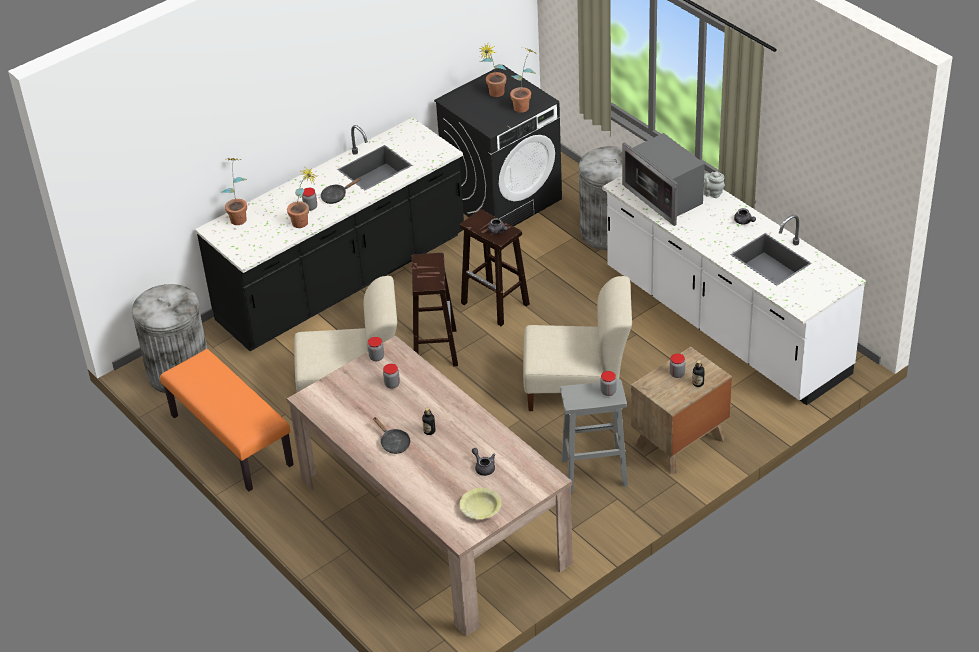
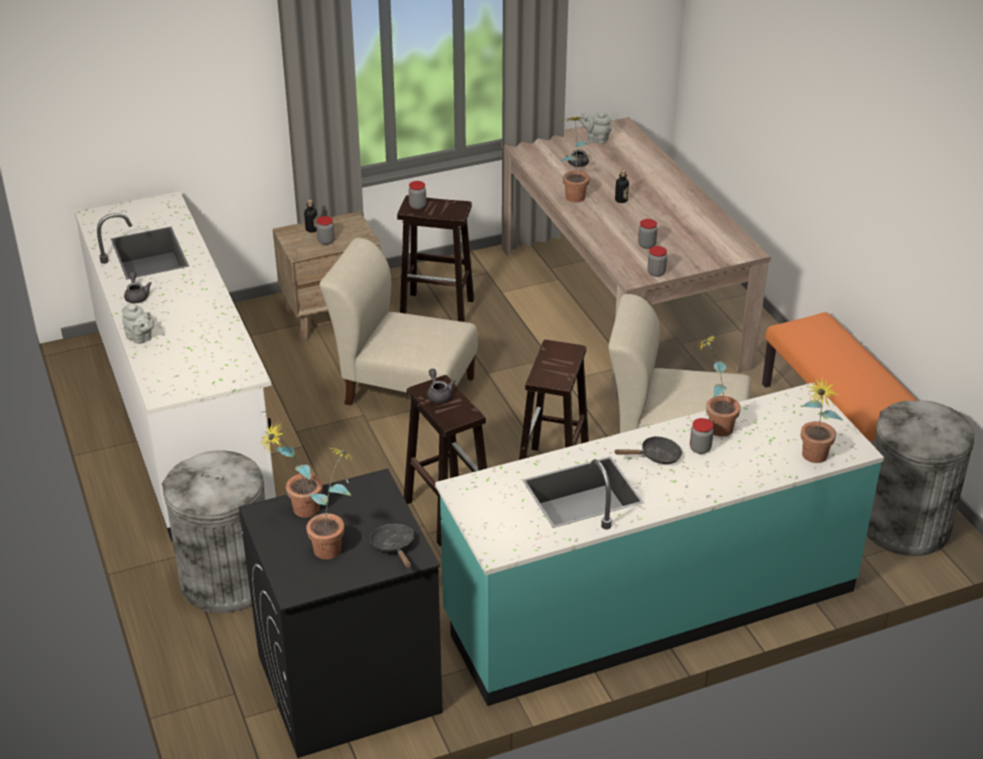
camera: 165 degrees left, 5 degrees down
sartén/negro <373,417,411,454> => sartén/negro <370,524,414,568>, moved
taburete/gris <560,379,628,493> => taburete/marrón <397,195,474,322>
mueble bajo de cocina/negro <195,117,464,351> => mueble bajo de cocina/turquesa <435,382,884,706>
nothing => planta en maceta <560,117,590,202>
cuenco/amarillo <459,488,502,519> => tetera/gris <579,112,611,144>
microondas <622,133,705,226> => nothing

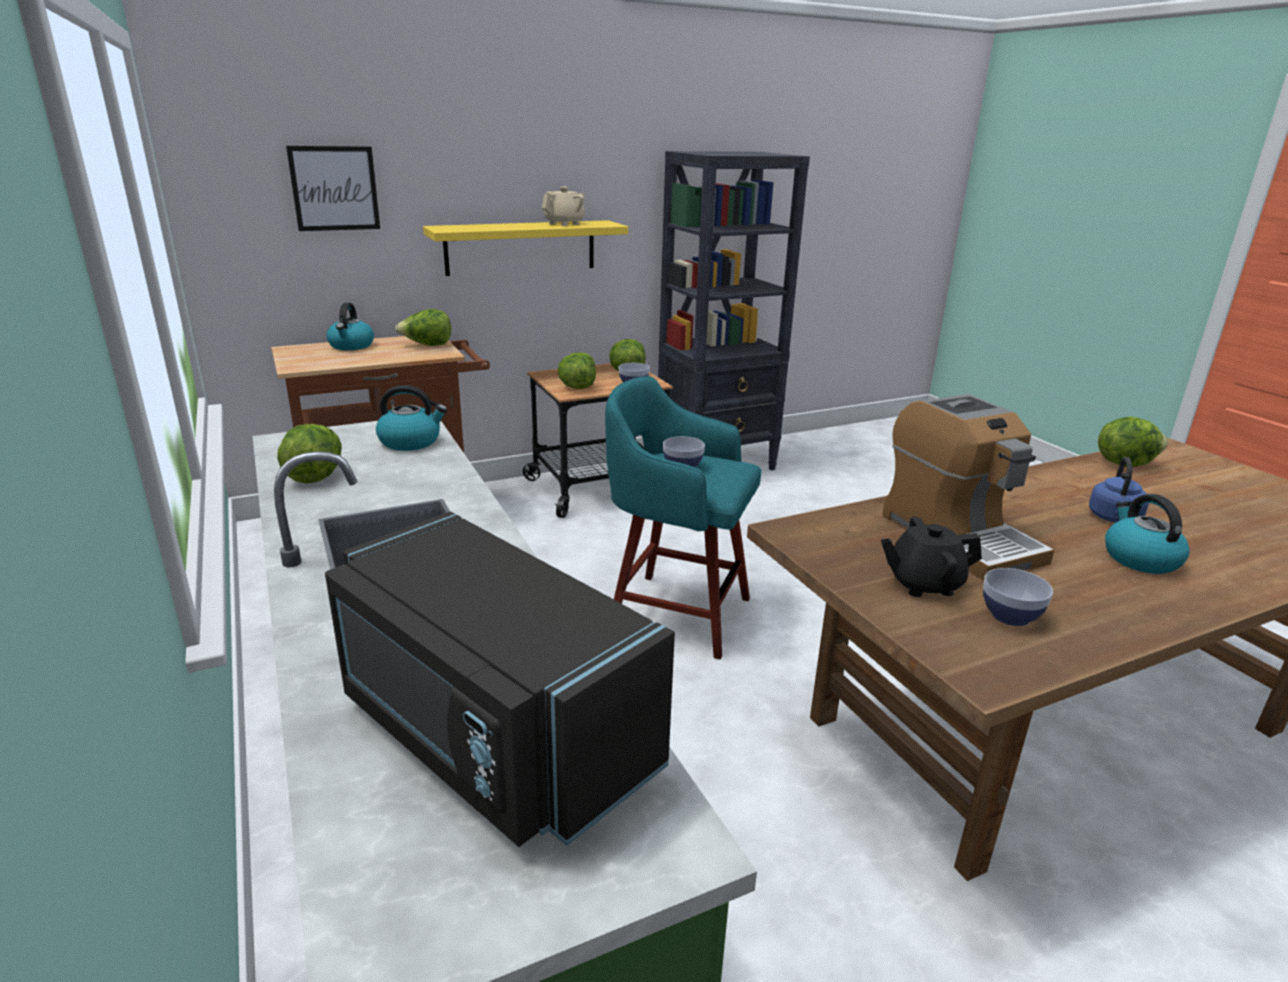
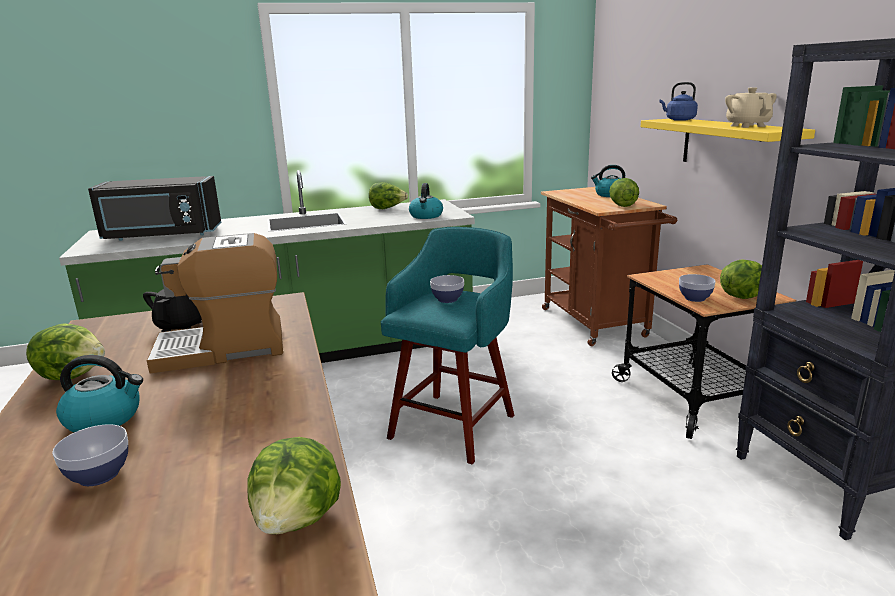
camera: 100 degrees right, 5 degrees down
lechuga <557,352,596,389> => lechuga <26,323,105,380>, moved
cuenco <983,568,1053,626> => cuenco <52,424,128,486>, moved
microondas/negro <325,512,675,847> => microondas/negro <88,176,221,241>, 150 degrees counterclockwise
hervidor/azul <1089,457,1149,523> => hervidor/azul <660,82,698,121>, moved
tetera/beis <542,187,585,226> => tetera/beis <725,87,777,128>, 150 degrees counterclockwise
cuadro <286,146,380,231> => nothing

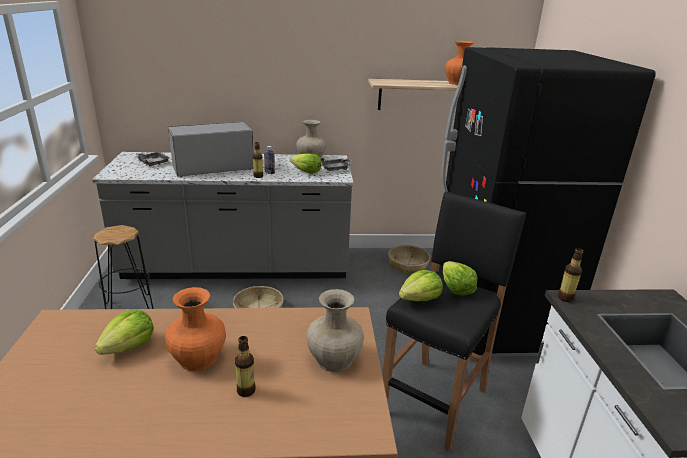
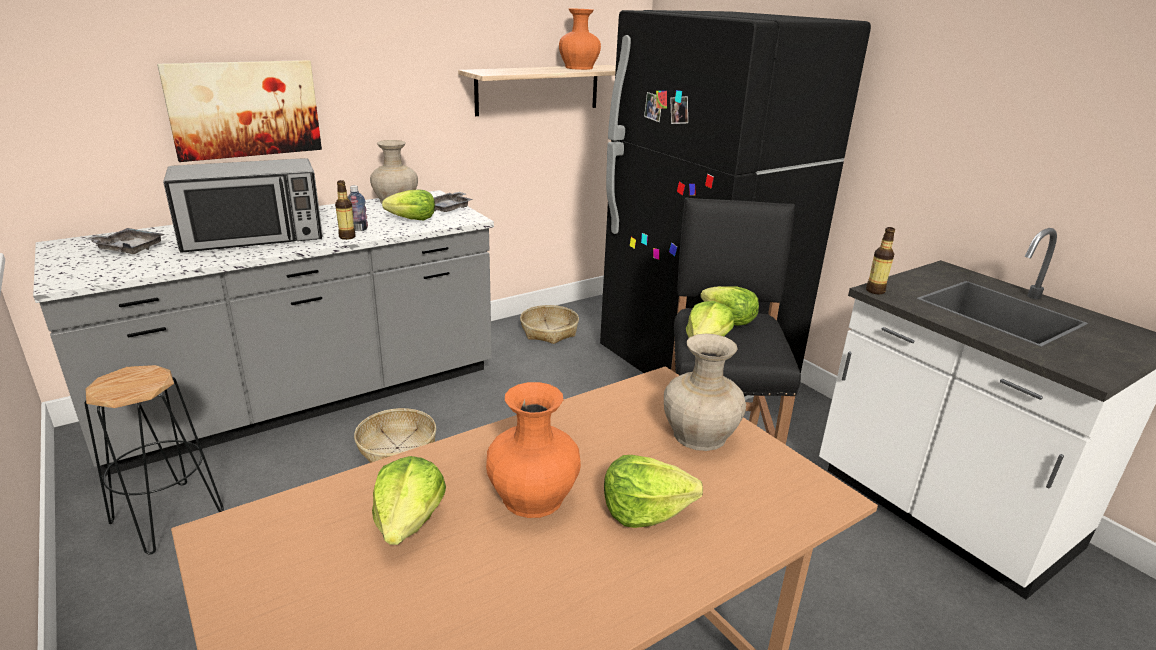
camera: 30 degrees left, 0 degrees up
nothing => cuadro <157,60,322,162>
microondas <168,122,254,177> => microondas <163,158,323,253>, 150 degrees counterclockwise
botella <235,336,256,397> => lechuga <604,455,703,528>

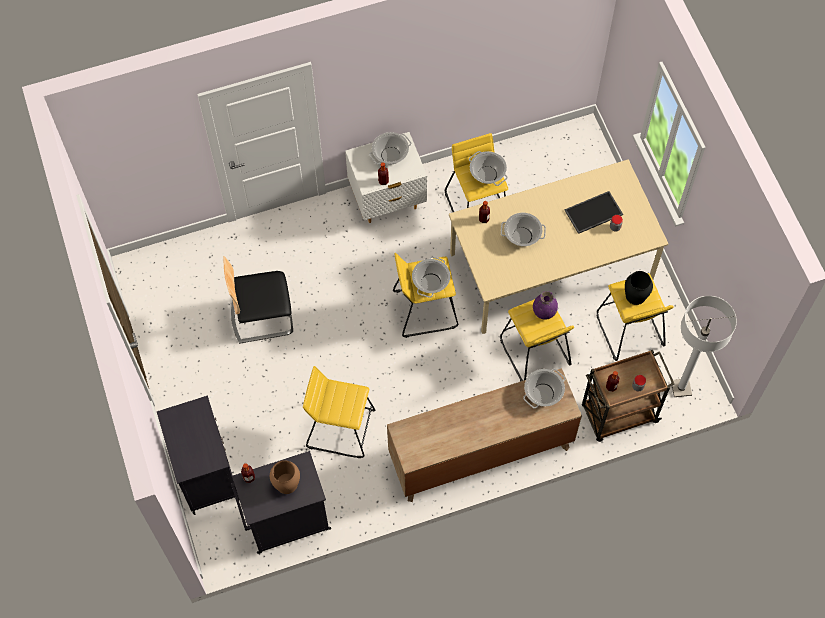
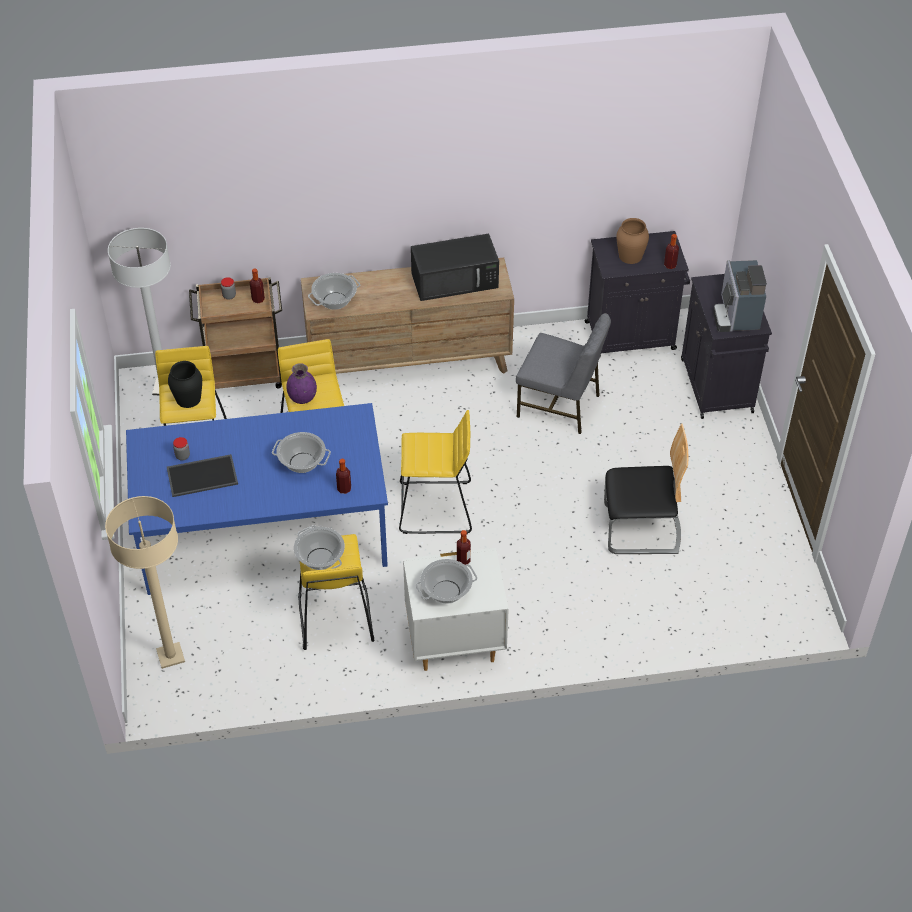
camera: 170 degrees left, 15 degrees down
nothing => lámpara de pie/beis <105,496,185,669>
mesa de comedor/beis <449,159,668,334> => mesa de comedor/azul <126,403,388,595>
nothing => microondas/negro <411,234,499,301>
taburete/amarillo <303,366,375,458> => silla/gris <516,313,611,434>
nothing => cafetera <713,260,767,332>
olla <412,256,450,298> => nothing

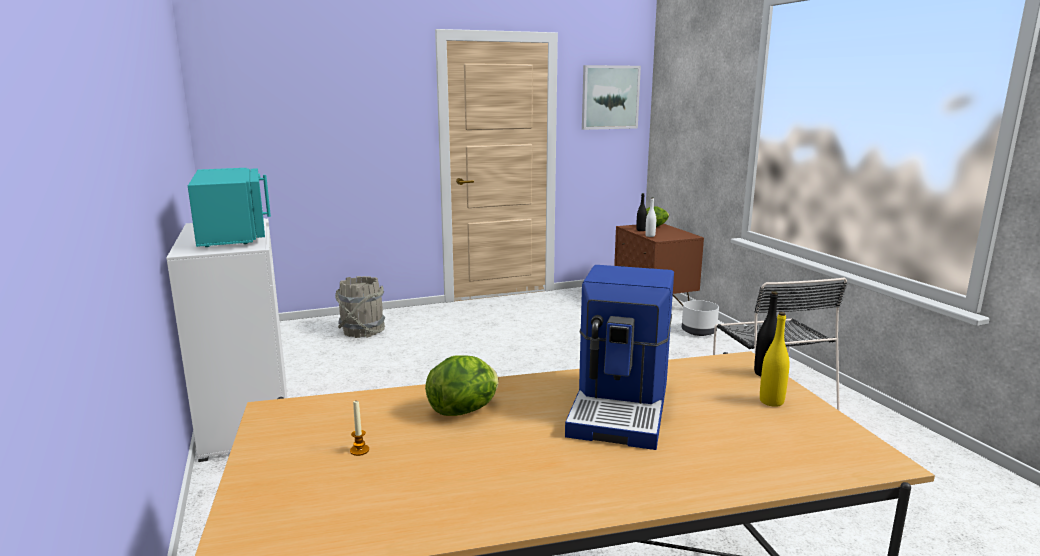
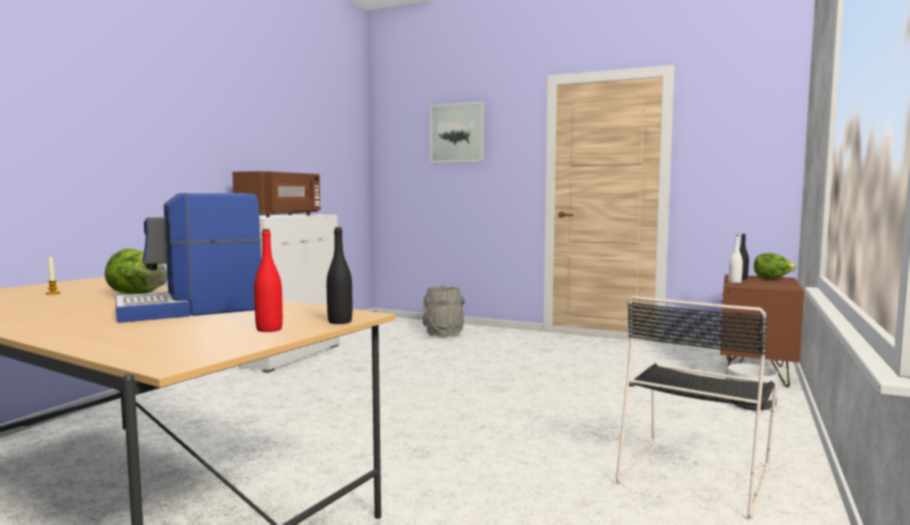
camera: 45 degrees right, 10 degrees down
microondas/turquesa <188,168,271,247> => microondas/marrón <232,171,320,217>
botella/amarillo <760,312,790,407> => botella/rojo <254,229,283,332>
cuadro <582,65,641,130> => cuadro <430,101,485,163>, moved

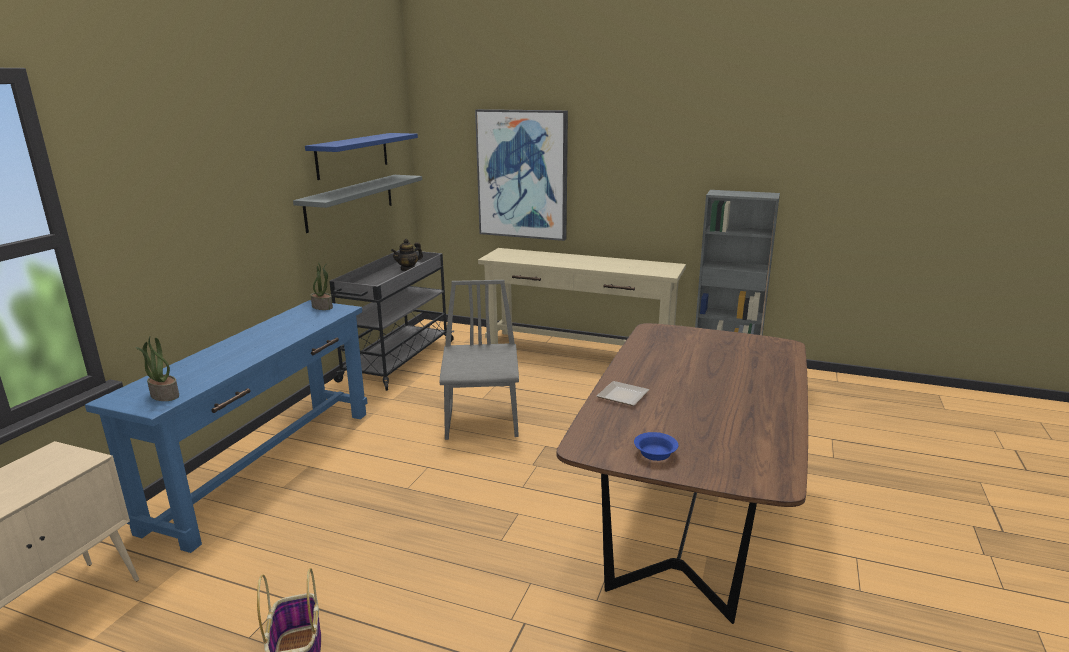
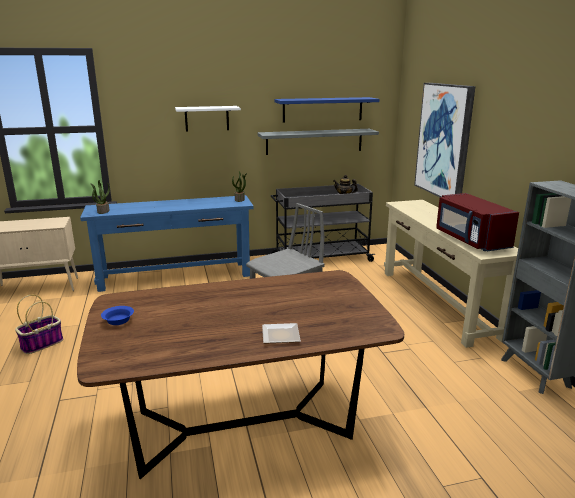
camera: 55 degrees right, 0 degrees up
nothing => estante/blanco <175,106,241,132>
plato <597,381,649,406> => plato <262,323,301,344>, moved
nothing => microondas/rojo <436,193,519,251>

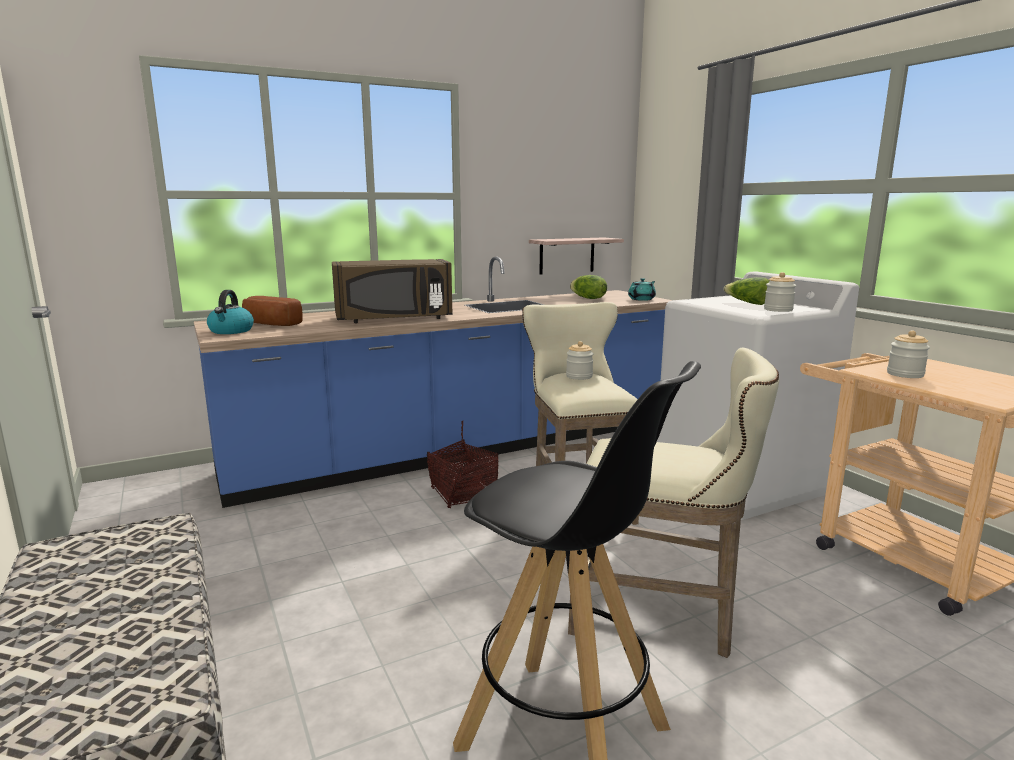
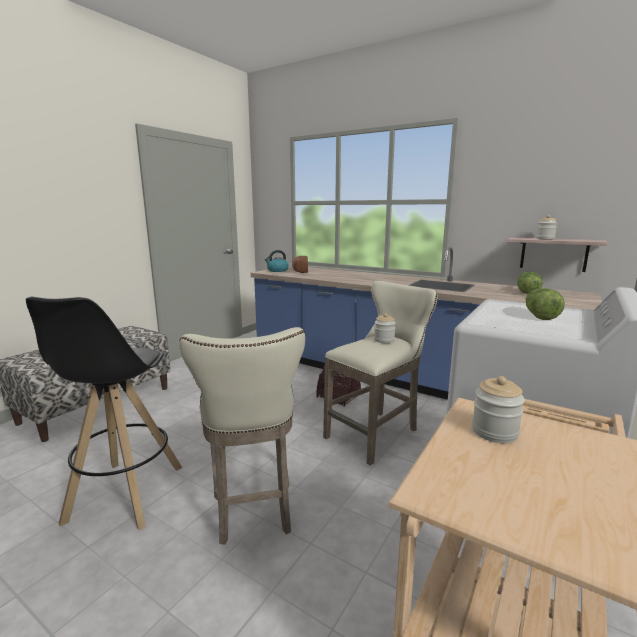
camera: 60 degrees right, 0 degrees up
tarro <764,272,796,312> => tarro <536,215,557,239>, moved
microondas/marrón <332,259,453,323> => nothing
tetera/turquesa <628,278,656,301> => nothing

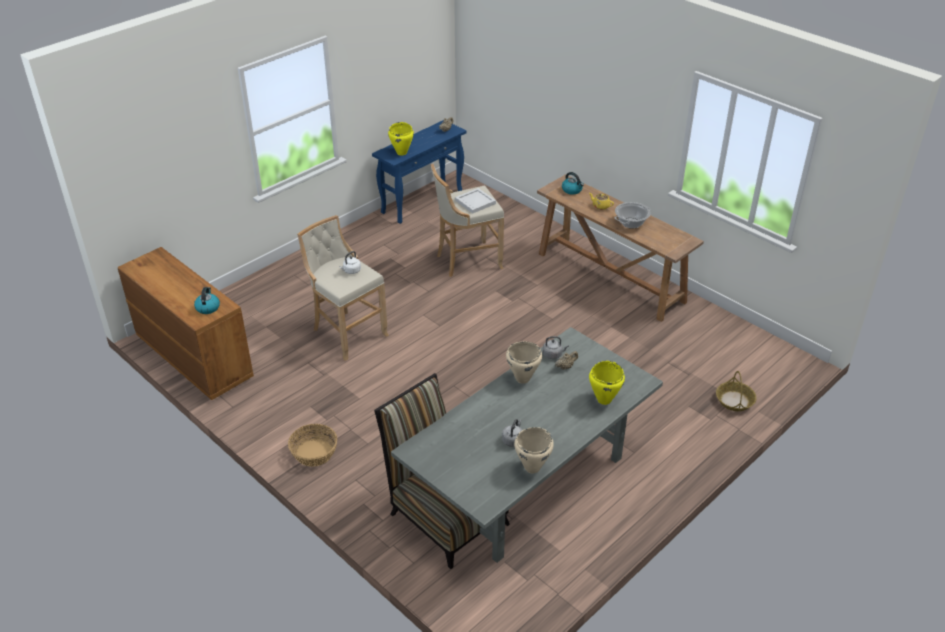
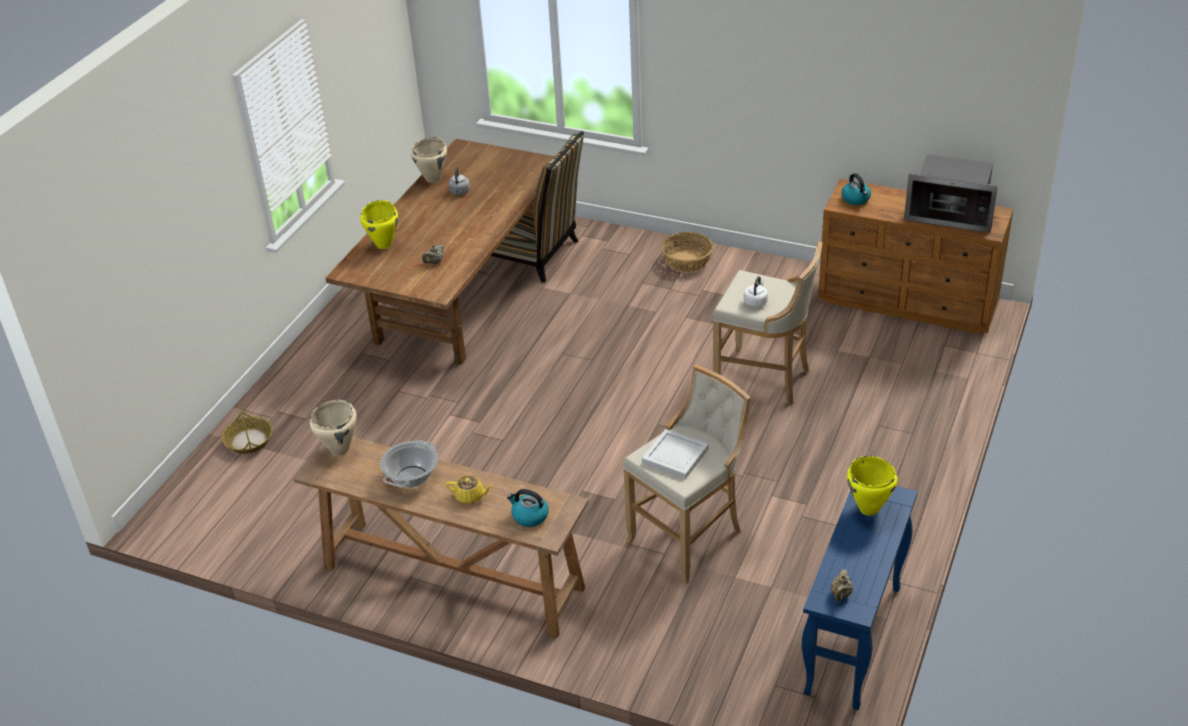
camera: 160 degrees right, 0 degrees up
olla/beis <506,341,542,384> => olla/beis <310,400,357,456>, moved
mesa de comedor/gris <391,327,663,563> => mesa de comedor/marrón <325,139,555,365>
nothing => microondas <904,154,998,233>
hervidor/gris <543,336,569,359> => nothing

